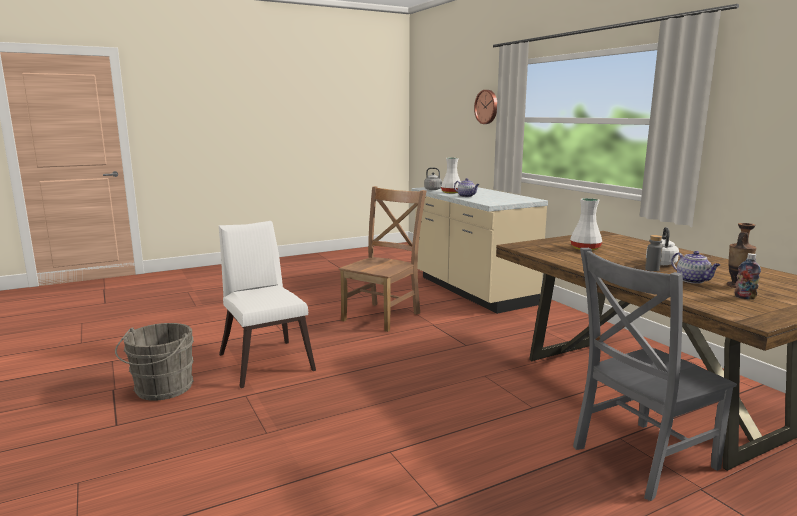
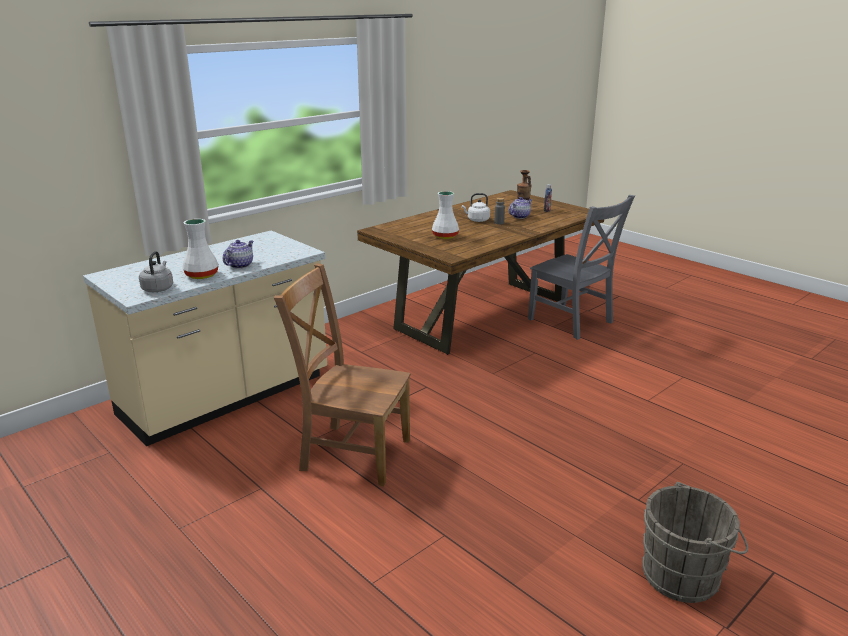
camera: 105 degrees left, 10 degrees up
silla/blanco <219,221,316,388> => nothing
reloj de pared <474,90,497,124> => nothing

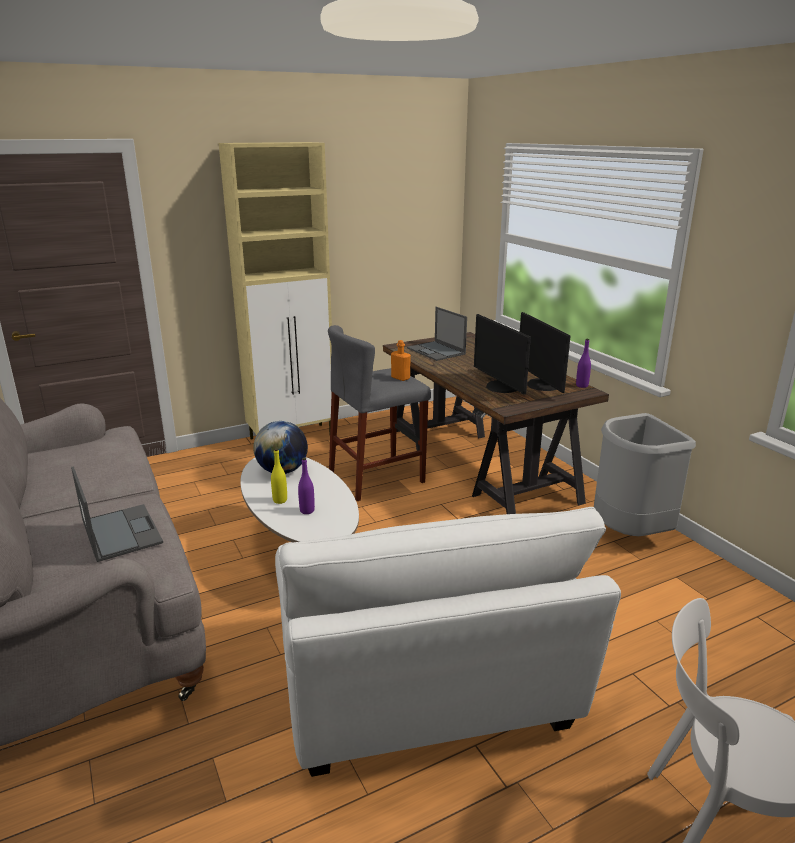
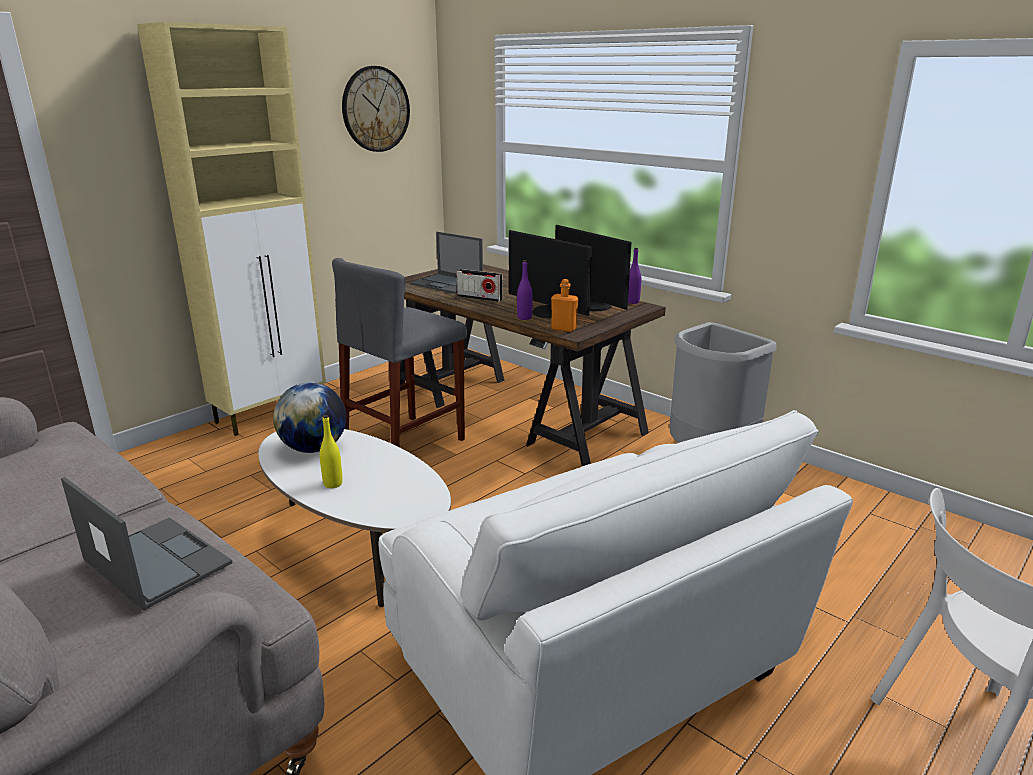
camera: 20 degrees left, 0 degrees up
nothing => reloj de pared <342,66,410,152>
nothing => radio <457,269,503,302>
botella/morado <298,458,315,514> => botella/morado <517,260,533,320>, moved
botella/naranja <391,340,411,381> => botella/naranja <551,279,578,332>, moved

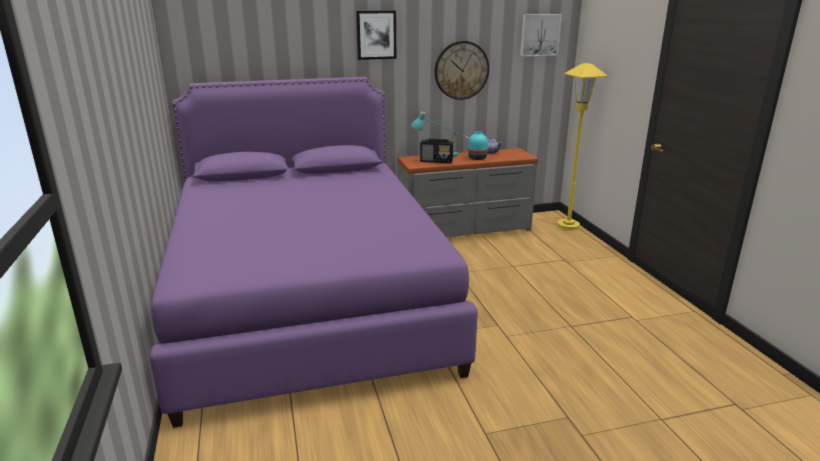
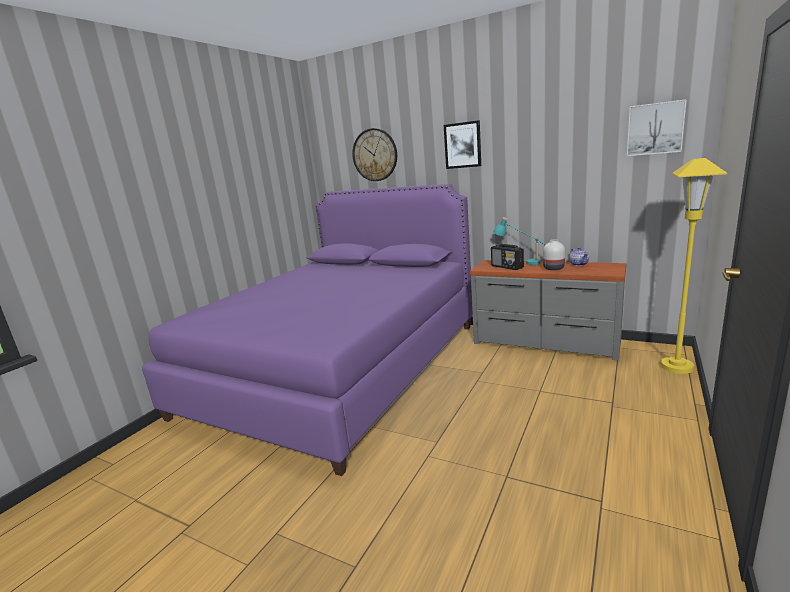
camera: 45 degrees right, 5 degrees down
reloj de pared <435,41,489,100> => reloj de pared <352,128,397,181>, moved
florero/turquesa <468,131,488,160> => florero/blanco <543,240,565,270>

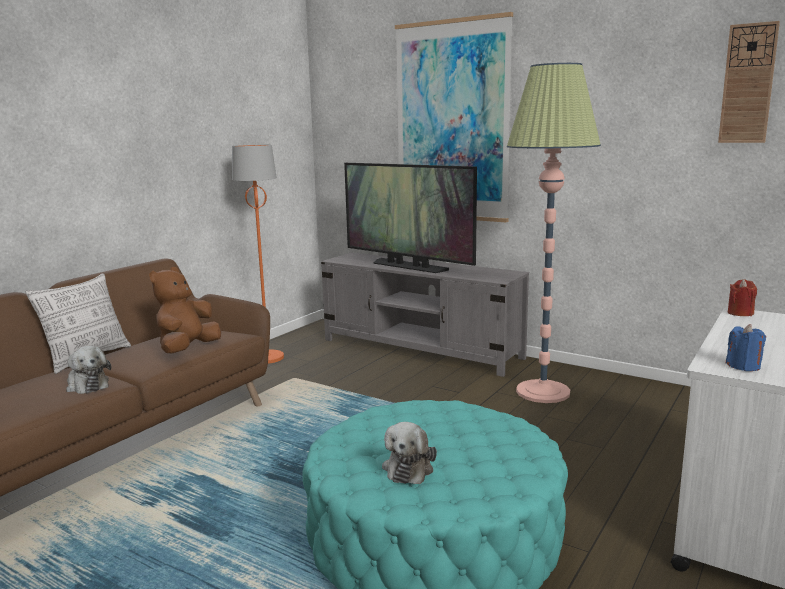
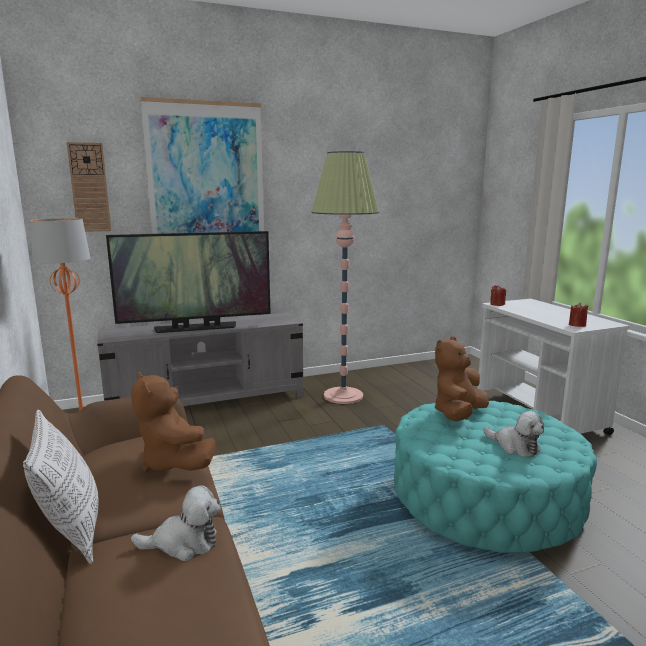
camera: 55 degrees left, 0 degrees up
reloj de pared <718,21,780,143> => reloj de pared <67,142,111,232>, moved
nothing => peluche/marrón <435,336,489,421>
vela/azul <726,324,766,371> => vela/rojo <569,302,588,327>

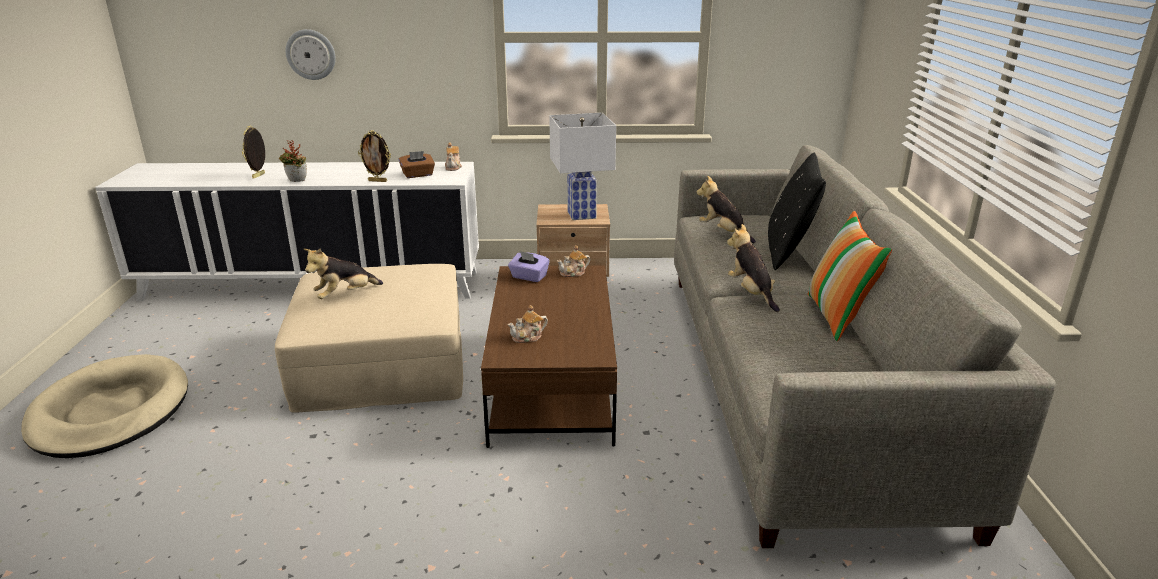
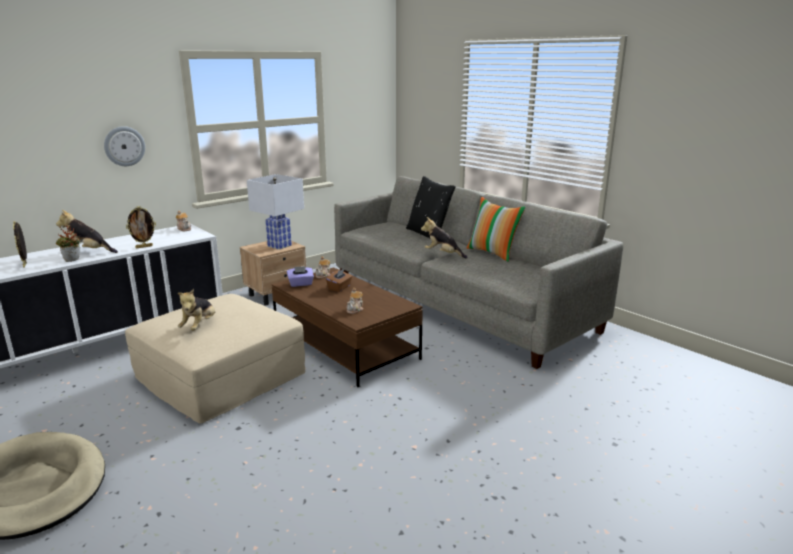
camera: 40 degrees left, 5 degrees down
peluche <697,176,756,243> => peluche <56,210,118,253>, moved
reloj de pared <285,29,336,80> => reloj de pared <104,126,145,166>, moved
caja de pañuelos/marrón <399,151,435,178> => caja de pañuelos/marrón <326,268,352,292>, moved

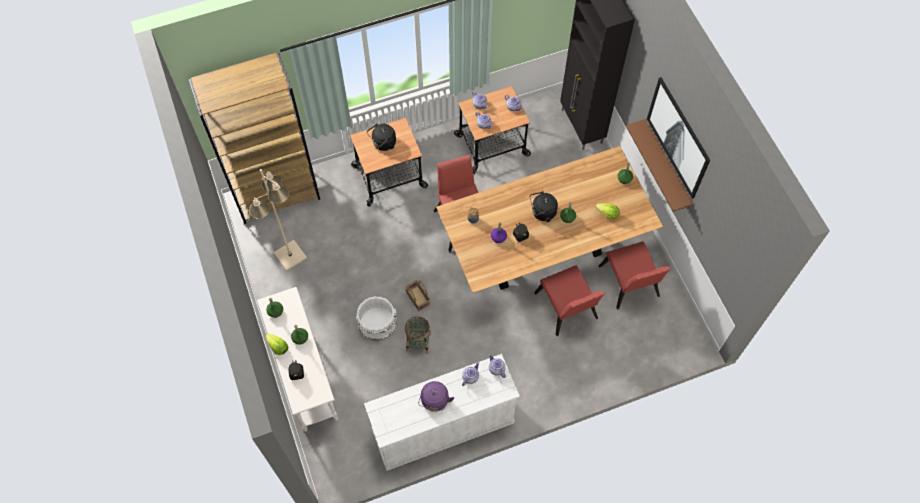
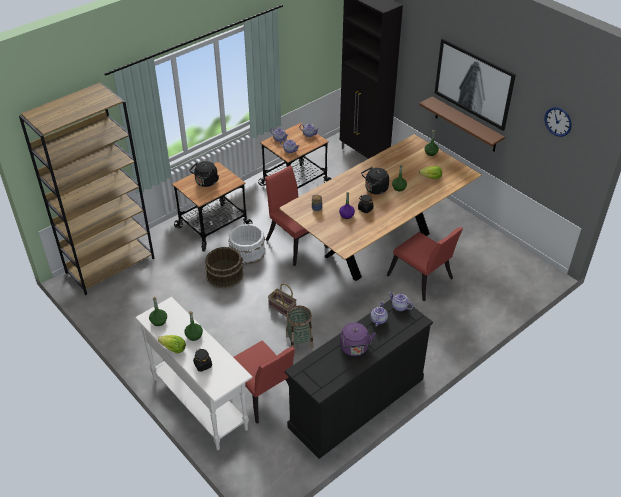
camera: 20 degrees left, 20 degrees down
nothing => cubo/marrón <205,247,244,289>
cubo/blanco <356,296,397,341> => cubo/blanco <228,224,266,264>, moved
silla/rojo <599,241,671,310> => silla/rojo <233,340,295,423>, moved
cómoda/blanco <364,354,520,471> => cómoda/negro <285,299,433,459>
nothing => reloj de pared <544,107,572,137>
lámpara de pie/beis <249,169,307,271> => nothing

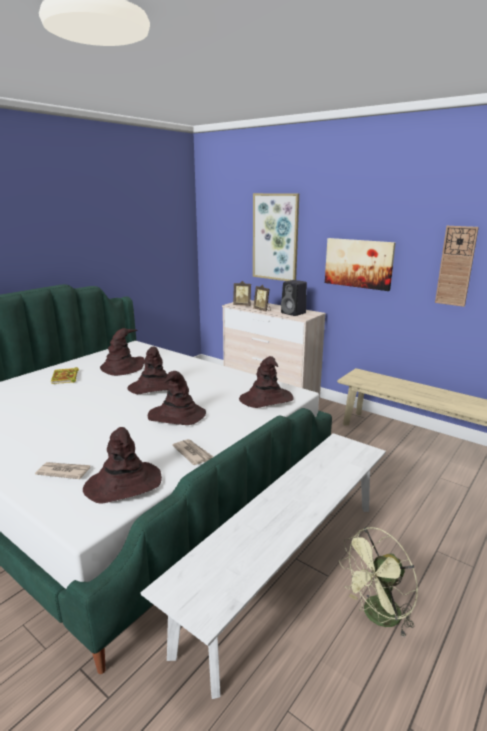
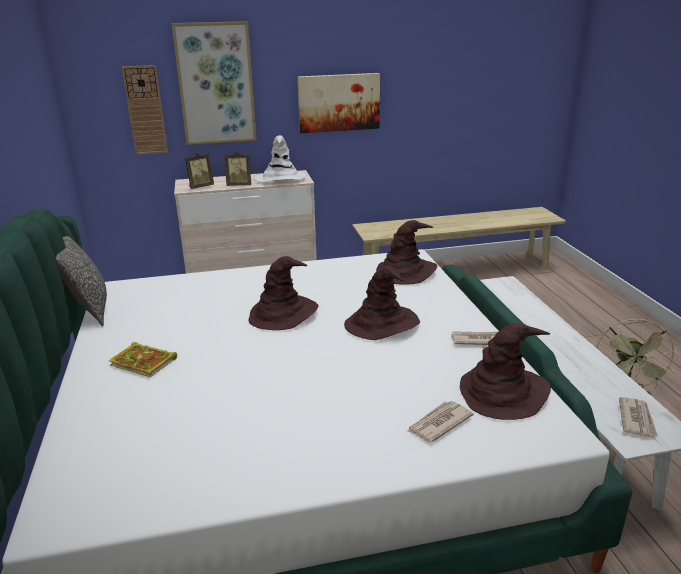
camera: 50 degrees left, 5 degrees up
nothing => cojín <56,236,107,327>
reloj de pared <435,226,479,307> => reloj de pared <122,65,168,155>, moved
altavoz/negro <281,280,307,316> => sombrero/blanco <254,135,306,183>
nothing => periódico <619,397,658,437>
sombrero/marrón <100,328,145,376> => nothing

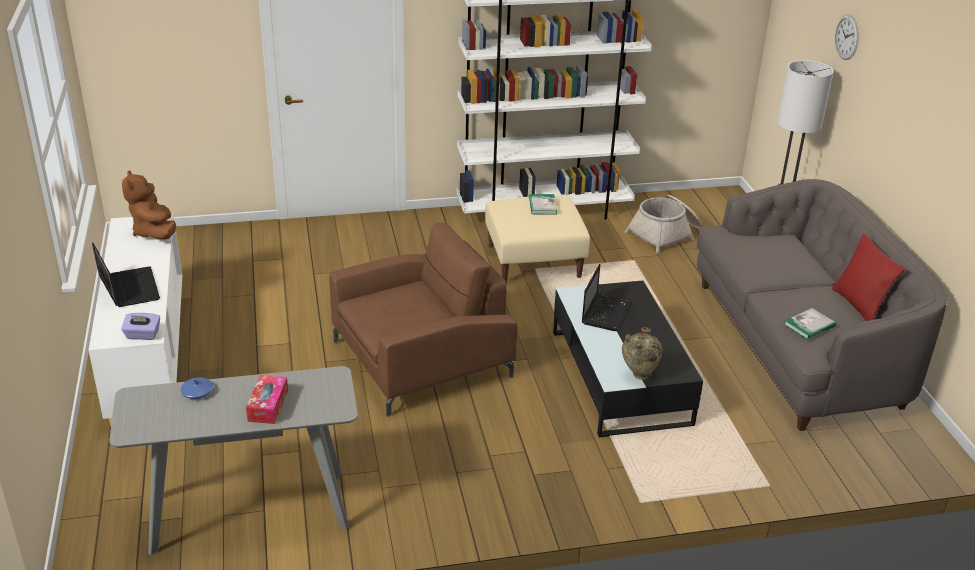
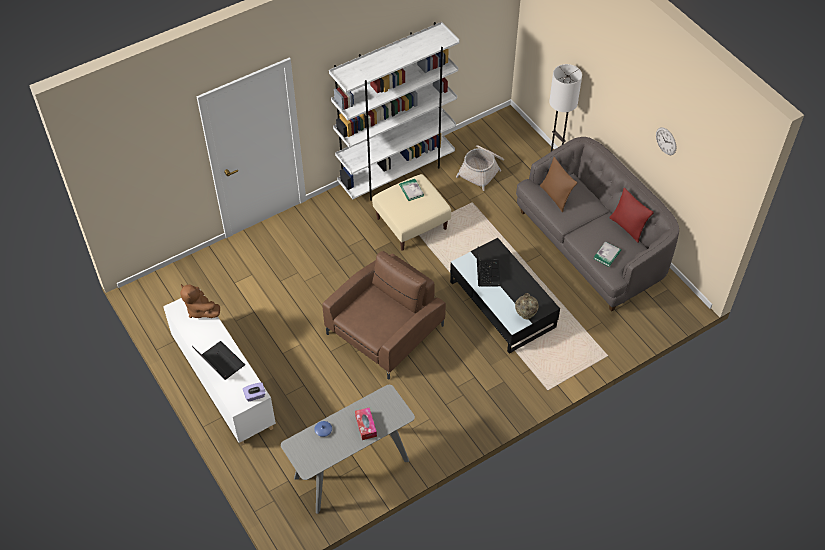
camera: 20 degrees left, 20 degrees up
nothing => cojín/marrón <540,157,577,212>
reloj de pared <835,14,859,60> => reloj de pared <656,127,677,155>, moved

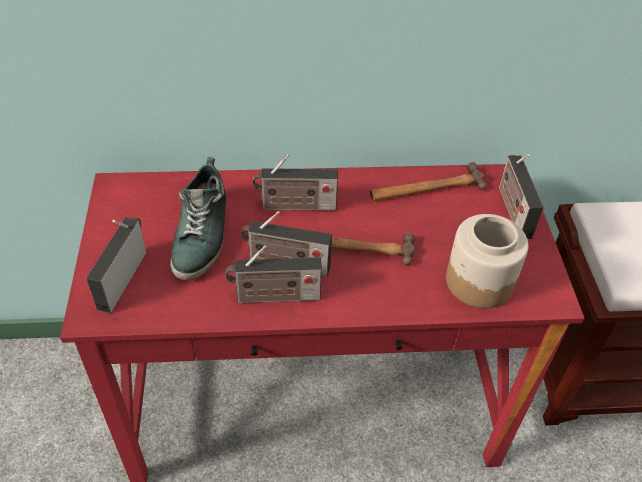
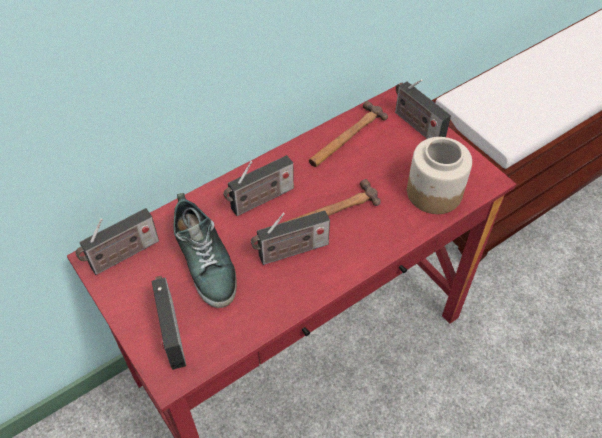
camera: 30 degrees left, 5 degrees up
radio <226,245,322,303> => radio <76,208,159,275>, moved

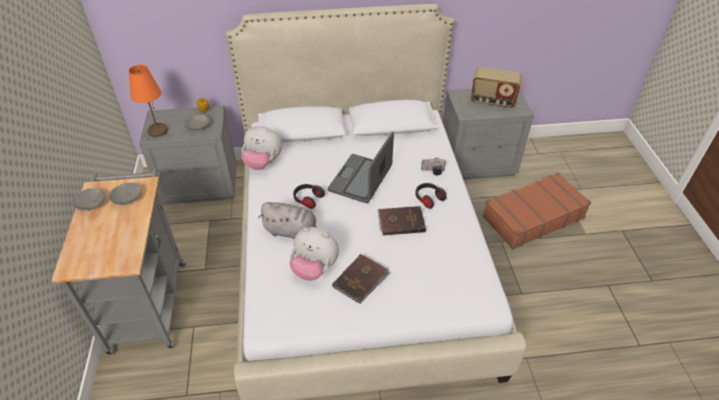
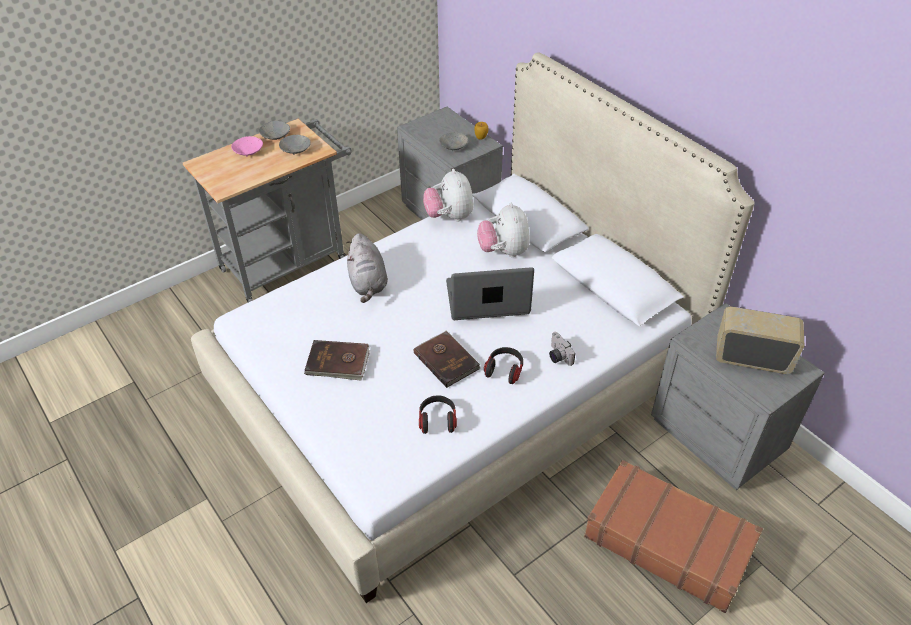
camera: 60 degrees right, 0 degrees up
nothing => cuenco/rosa <231,136,263,157>
auriculares <293,184,325,209> => auriculares <419,395,457,434>, moved
peluche <289,227,339,281> => peluche <477,203,530,257>, moved
radio <471,67,522,108> => radio <716,306,804,374>, 120 degrees clockwise
lámpara de mesa/naranja <128,65,168,137> => nothing

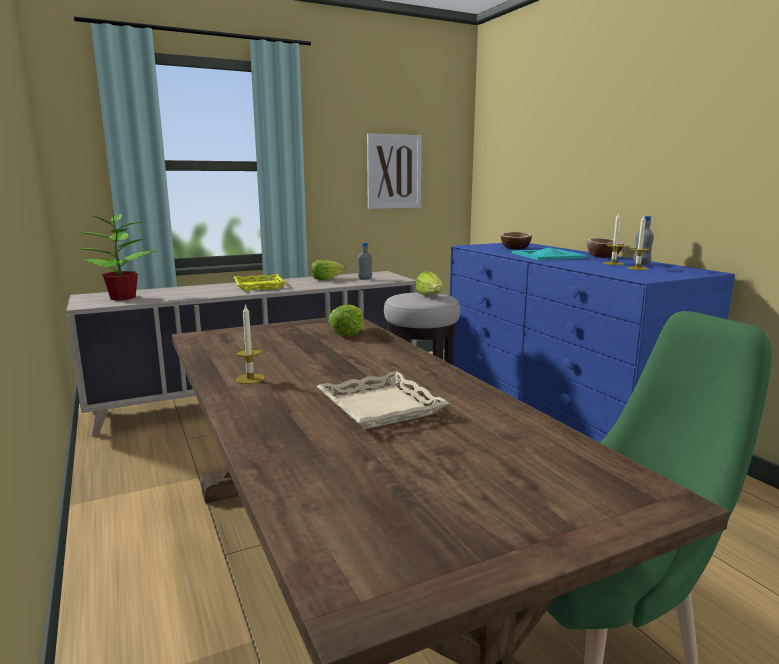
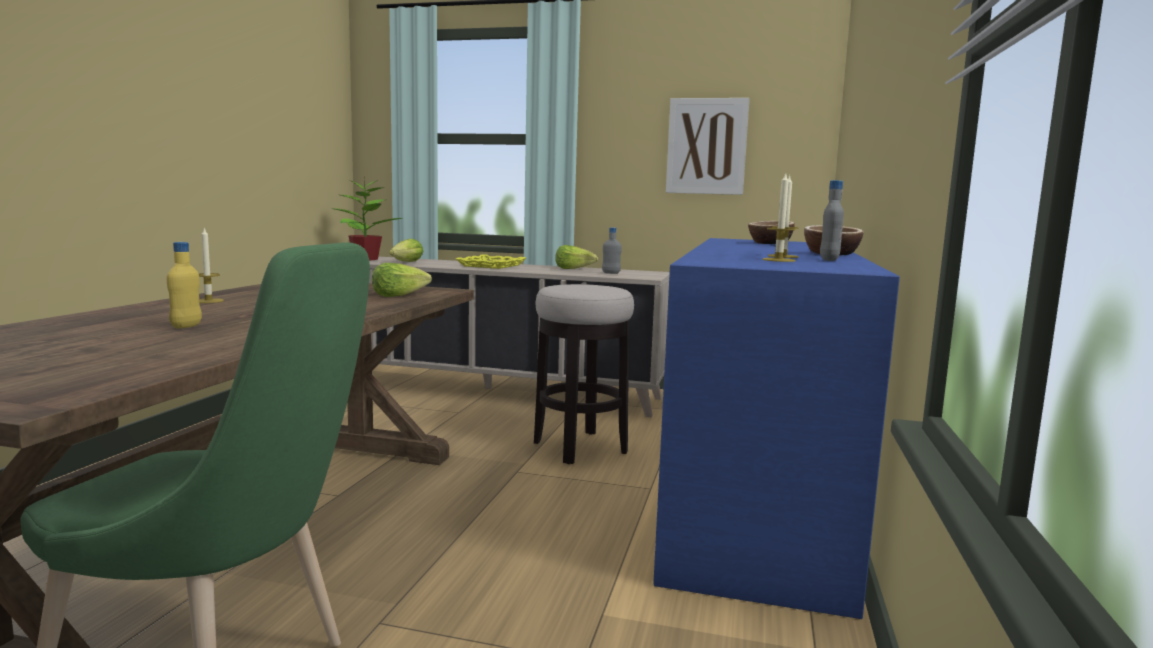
camera: 40 degrees right, 5 degrees down
bandeja/beis <317,371,450,429> => botella/amarillo <167,242,202,329>
lechuga <416,271,443,296> => lechuga <389,239,423,262>, moved
bandeja/turquesa <512,247,588,260> => nothing

